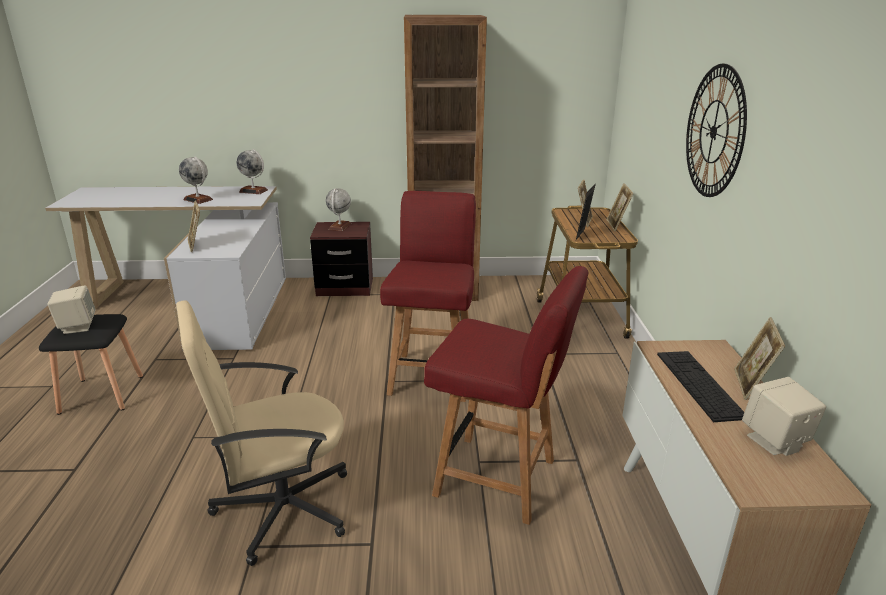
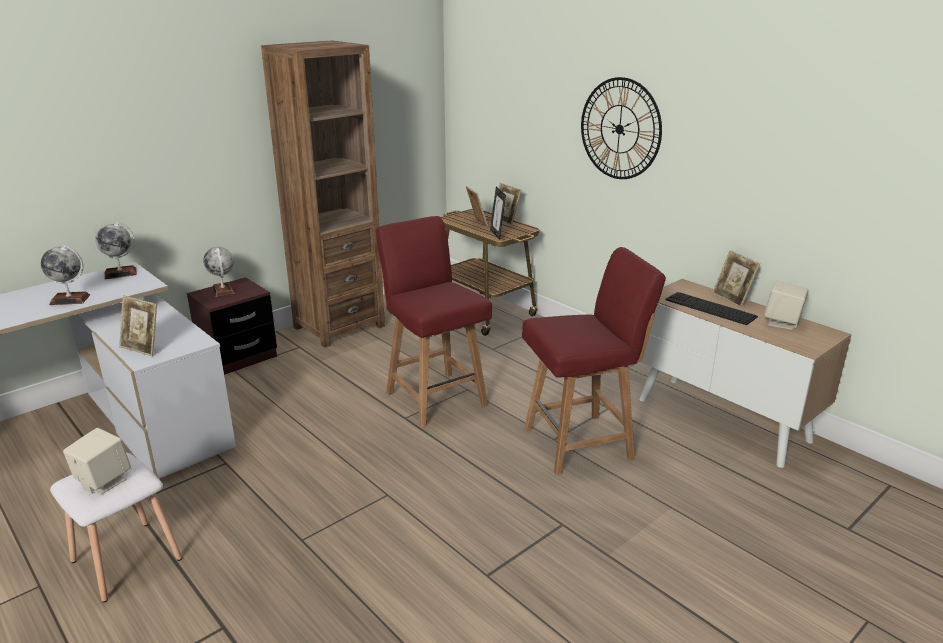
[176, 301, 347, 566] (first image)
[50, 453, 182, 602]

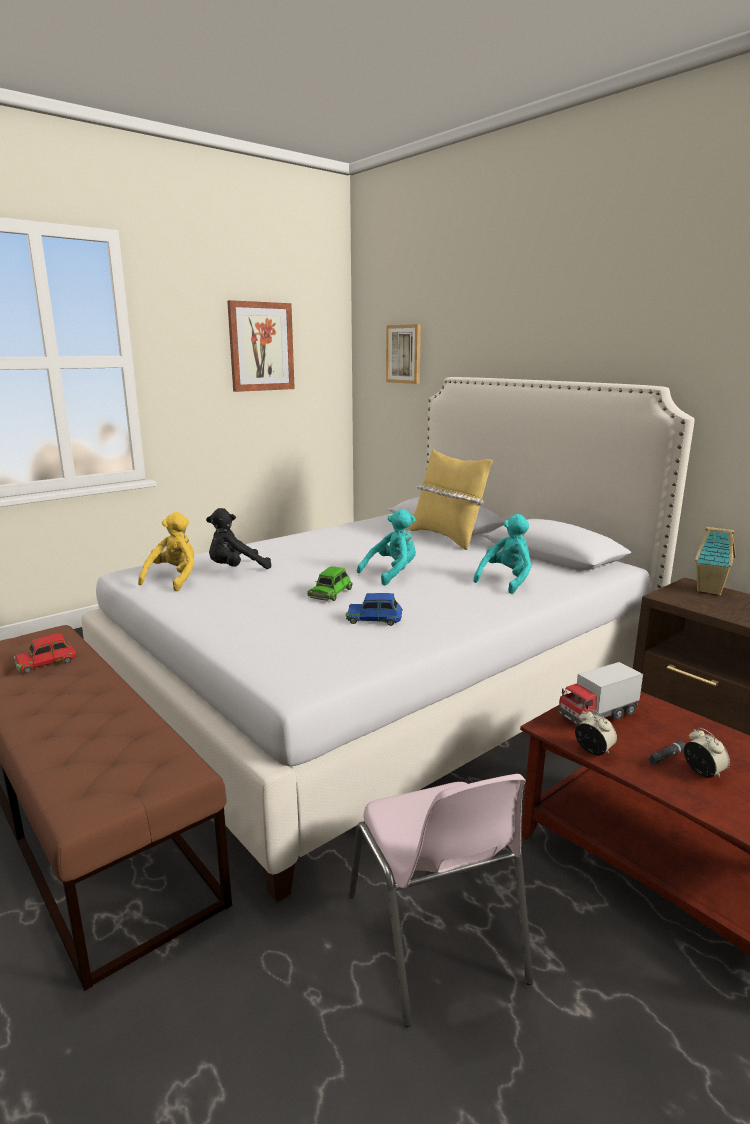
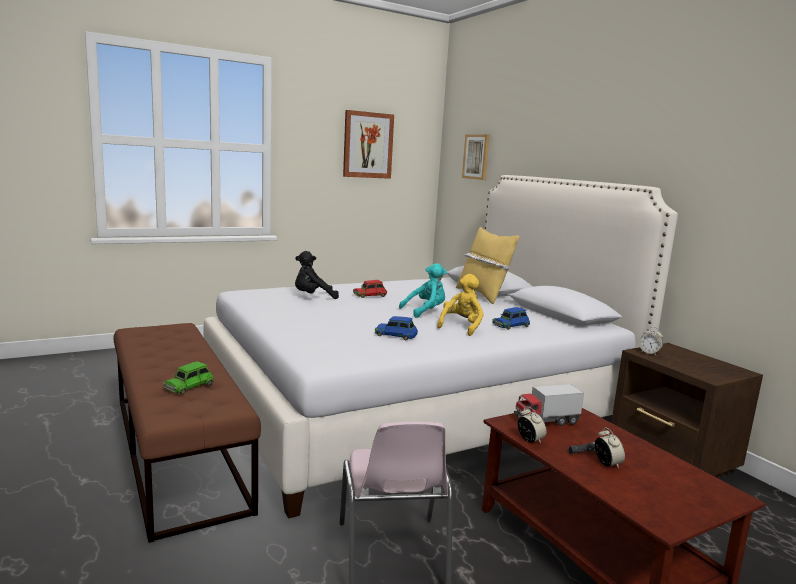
[437, 274, 483, 336]
[492, 307, 530, 330]
[695, 527, 736, 595] (first image)
[163, 361, 214, 394]
[353, 280, 387, 298]
[639, 327, 663, 355]

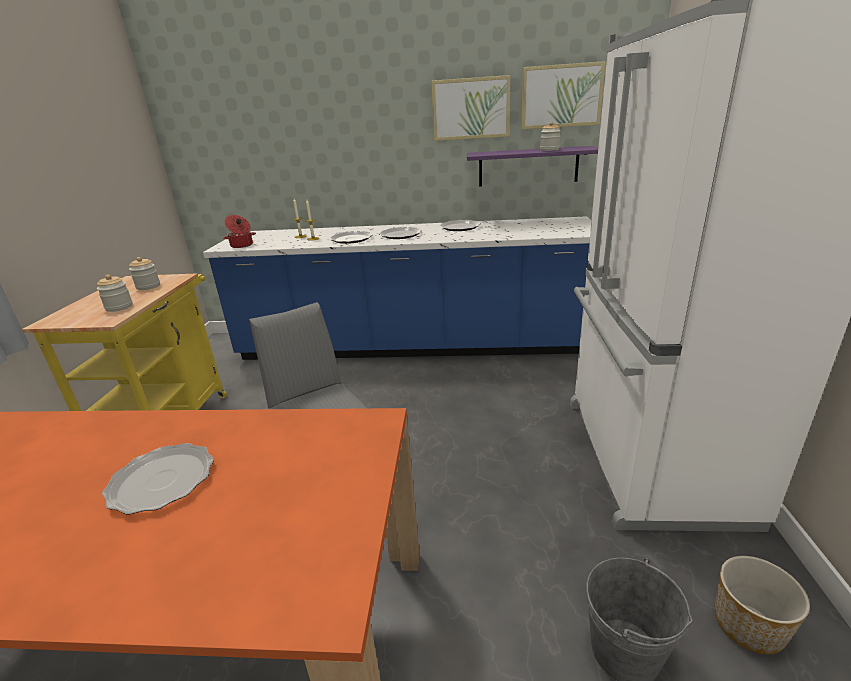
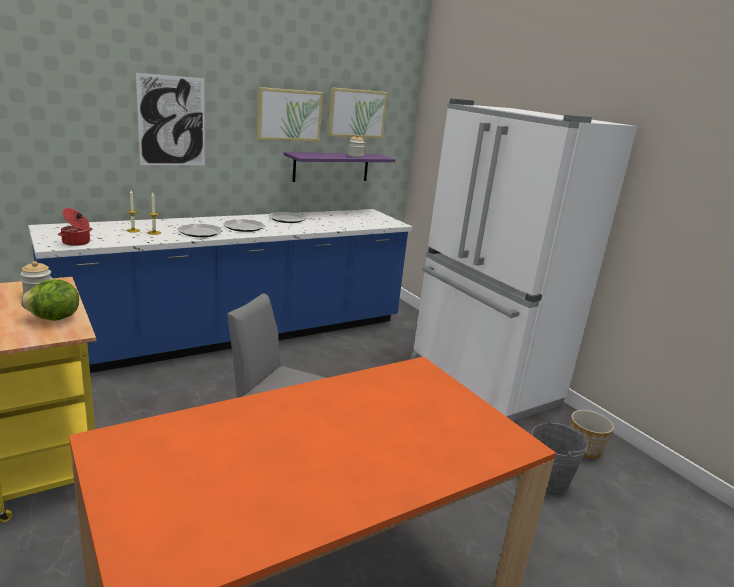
[21, 279, 79, 321]
[102, 443, 214, 514] (first image)
[136, 73, 205, 165]

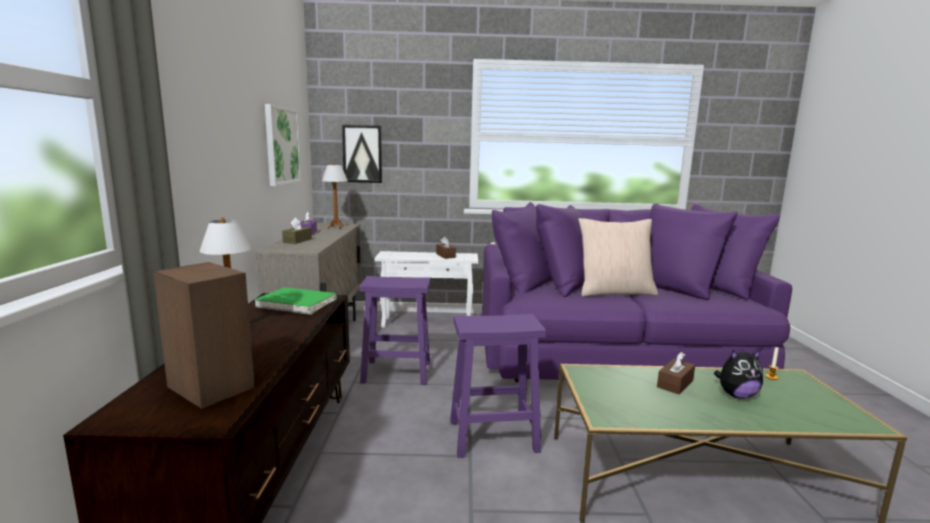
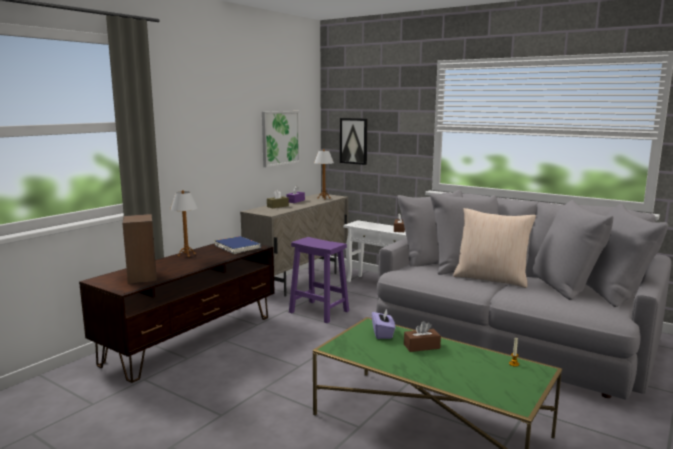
[376, 190, 672, 400]
[214, 236, 261, 254]
[450, 314, 546, 458] (first image)
[714, 350, 763, 399] (first image)
[372, 308, 395, 339]

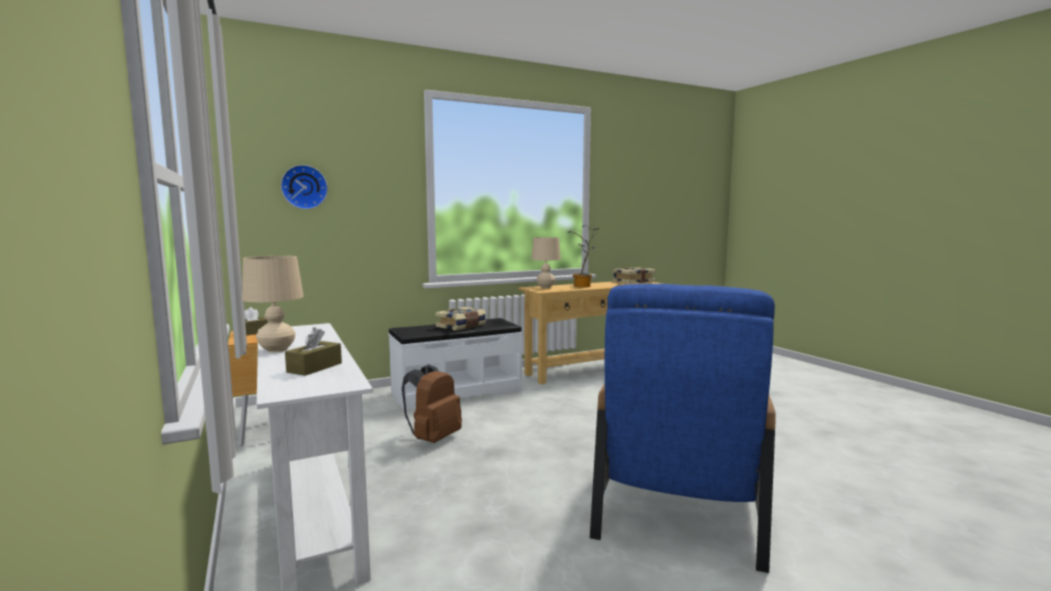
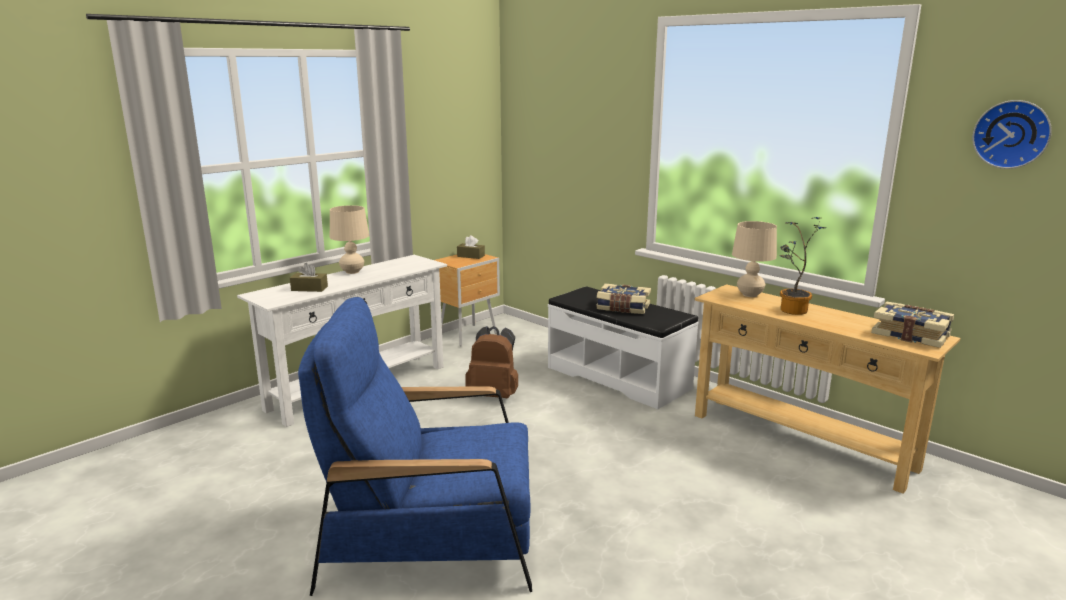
[972, 100, 1052, 169]

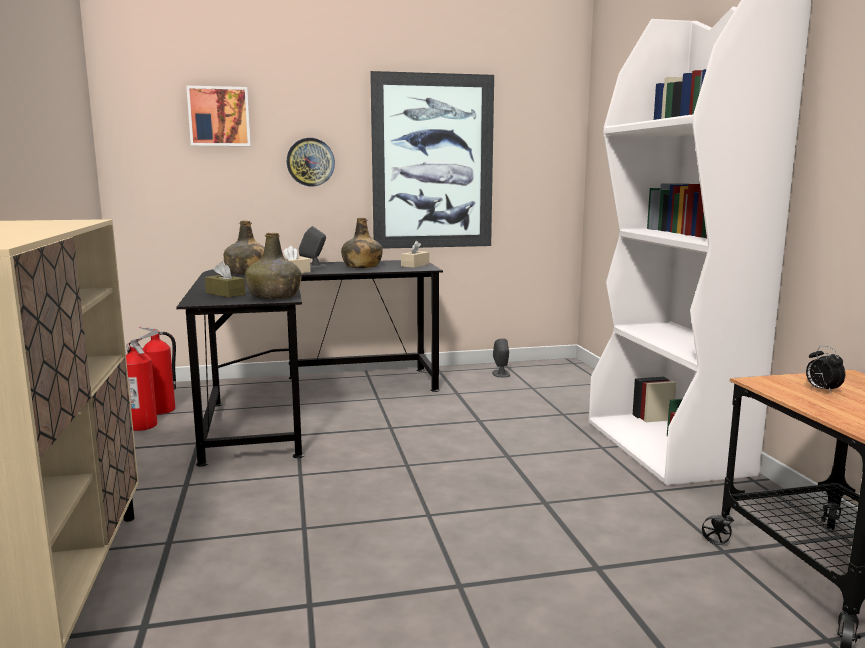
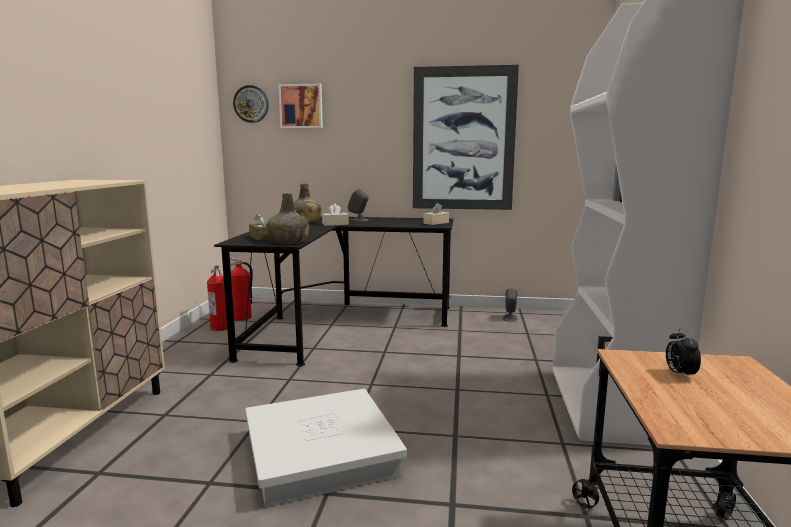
[233, 85, 269, 123]
[341, 218, 383, 268] (first image)
[246, 389, 407, 507]

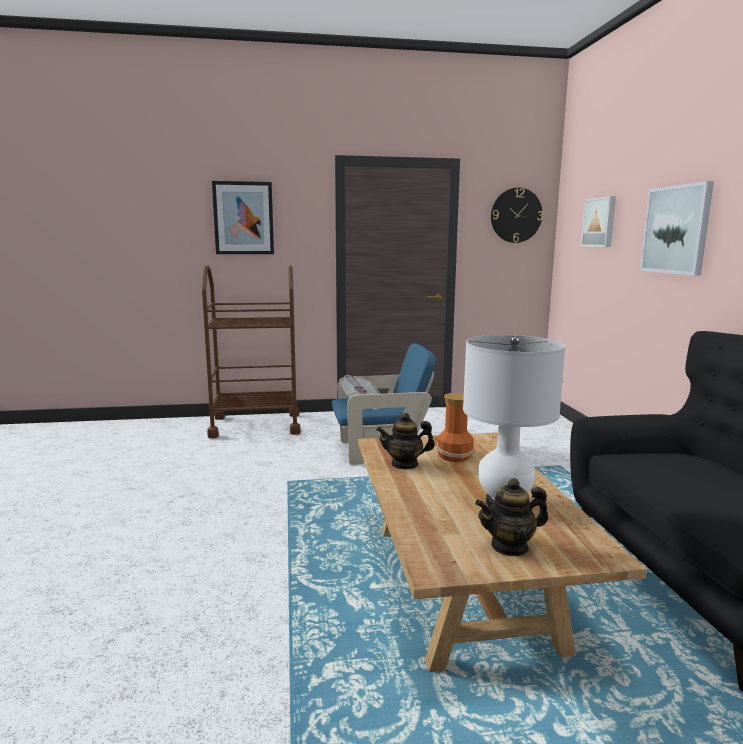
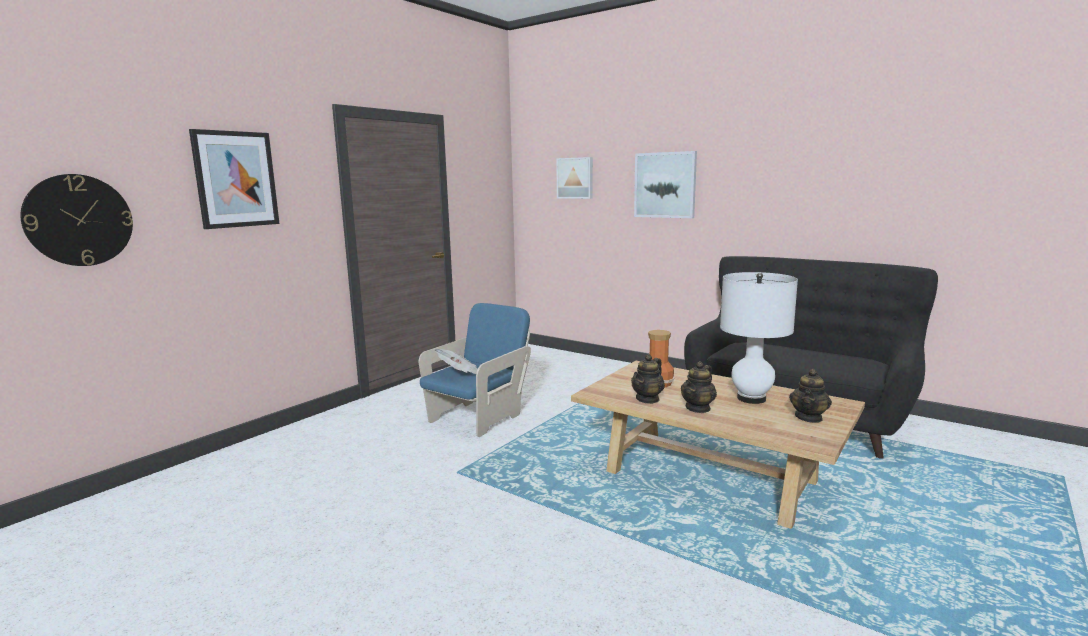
[20, 174, 133, 266]
[202, 265, 301, 438] (first image)
[681, 361, 717, 413]

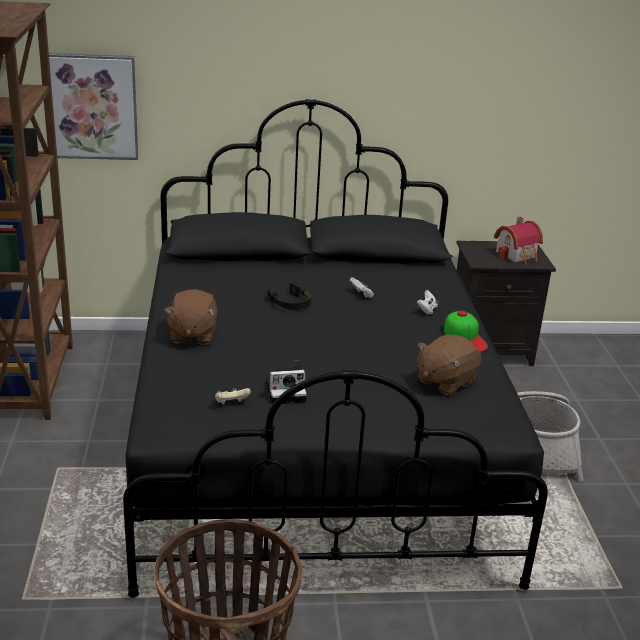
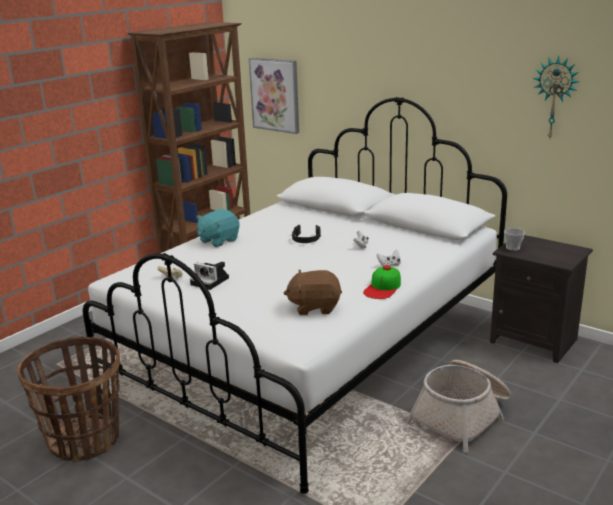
[83, 97, 507, 494]
[494, 217, 543, 264] (first image)
[196, 209, 240, 247]
[533, 56, 579, 139]
[504, 228, 525, 251]

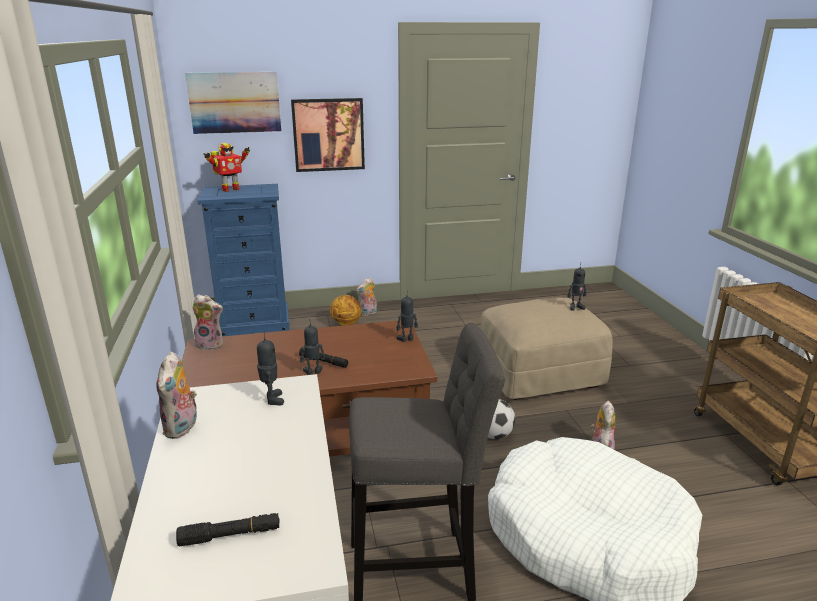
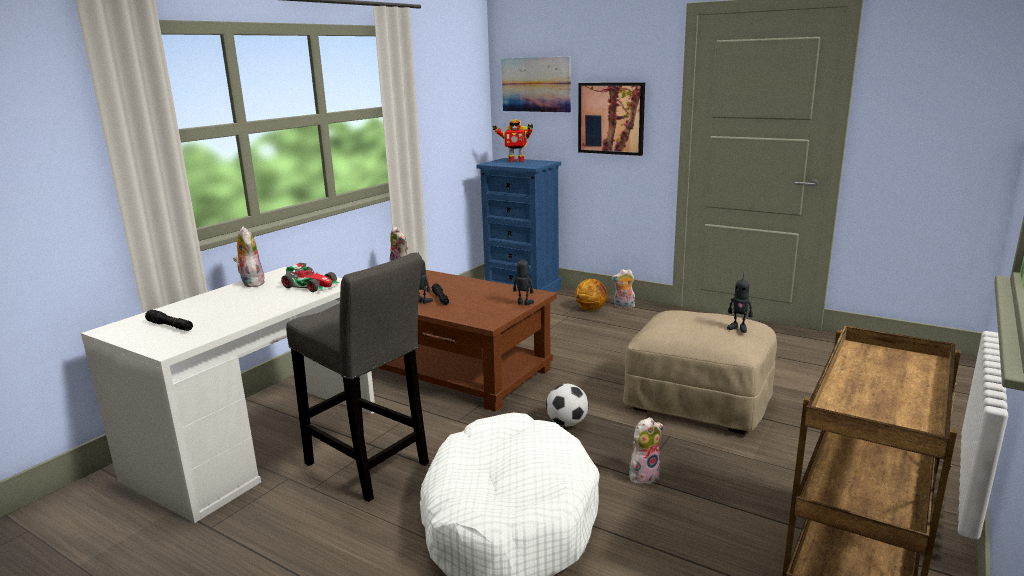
[281, 263, 340, 292]
[233, 227, 265, 287]

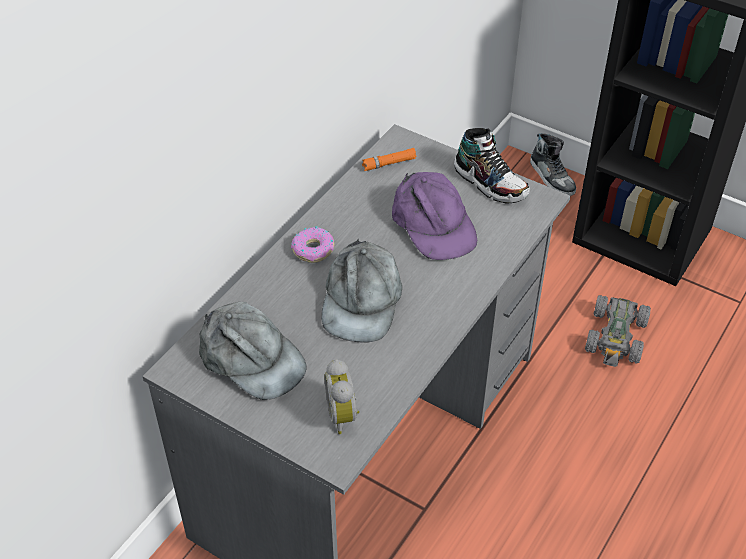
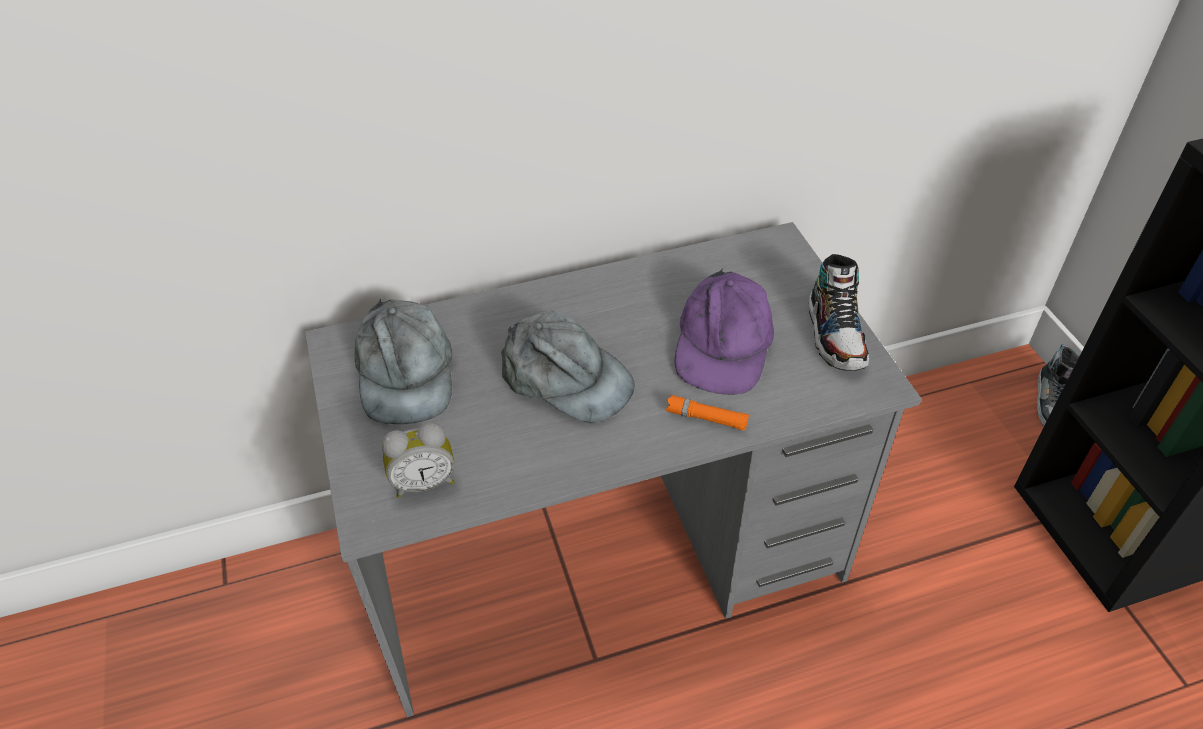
[666, 395, 749, 430]
[291, 226, 334, 263] (first image)
[501, 310, 634, 423]
[585, 295, 651, 367] (first image)
[382, 422, 454, 498]

